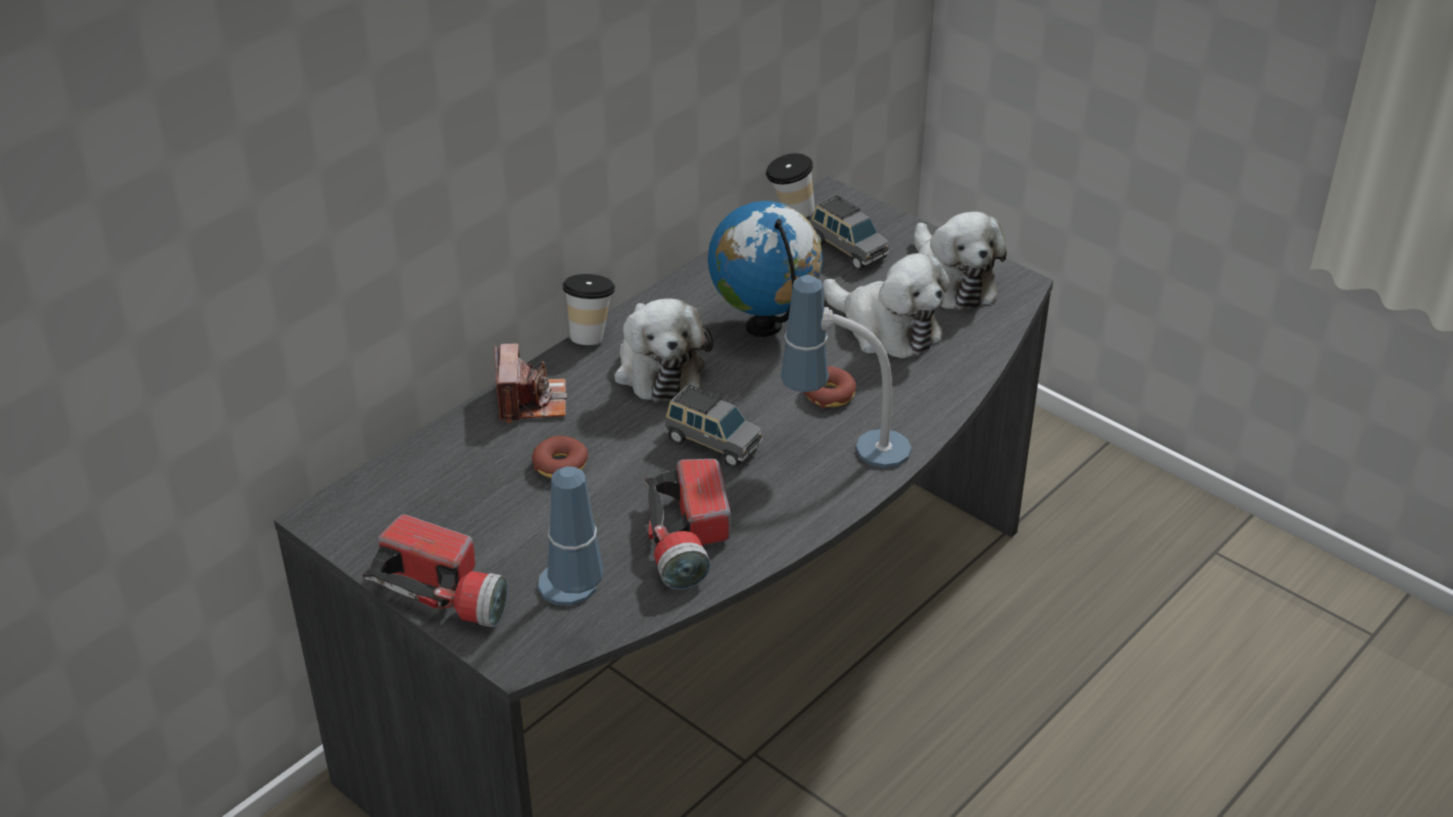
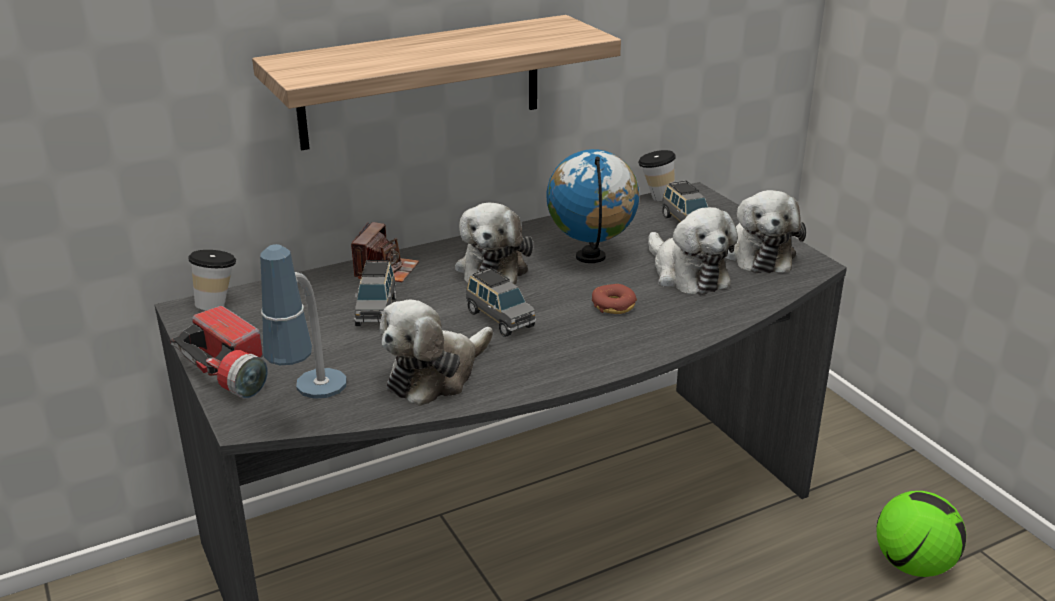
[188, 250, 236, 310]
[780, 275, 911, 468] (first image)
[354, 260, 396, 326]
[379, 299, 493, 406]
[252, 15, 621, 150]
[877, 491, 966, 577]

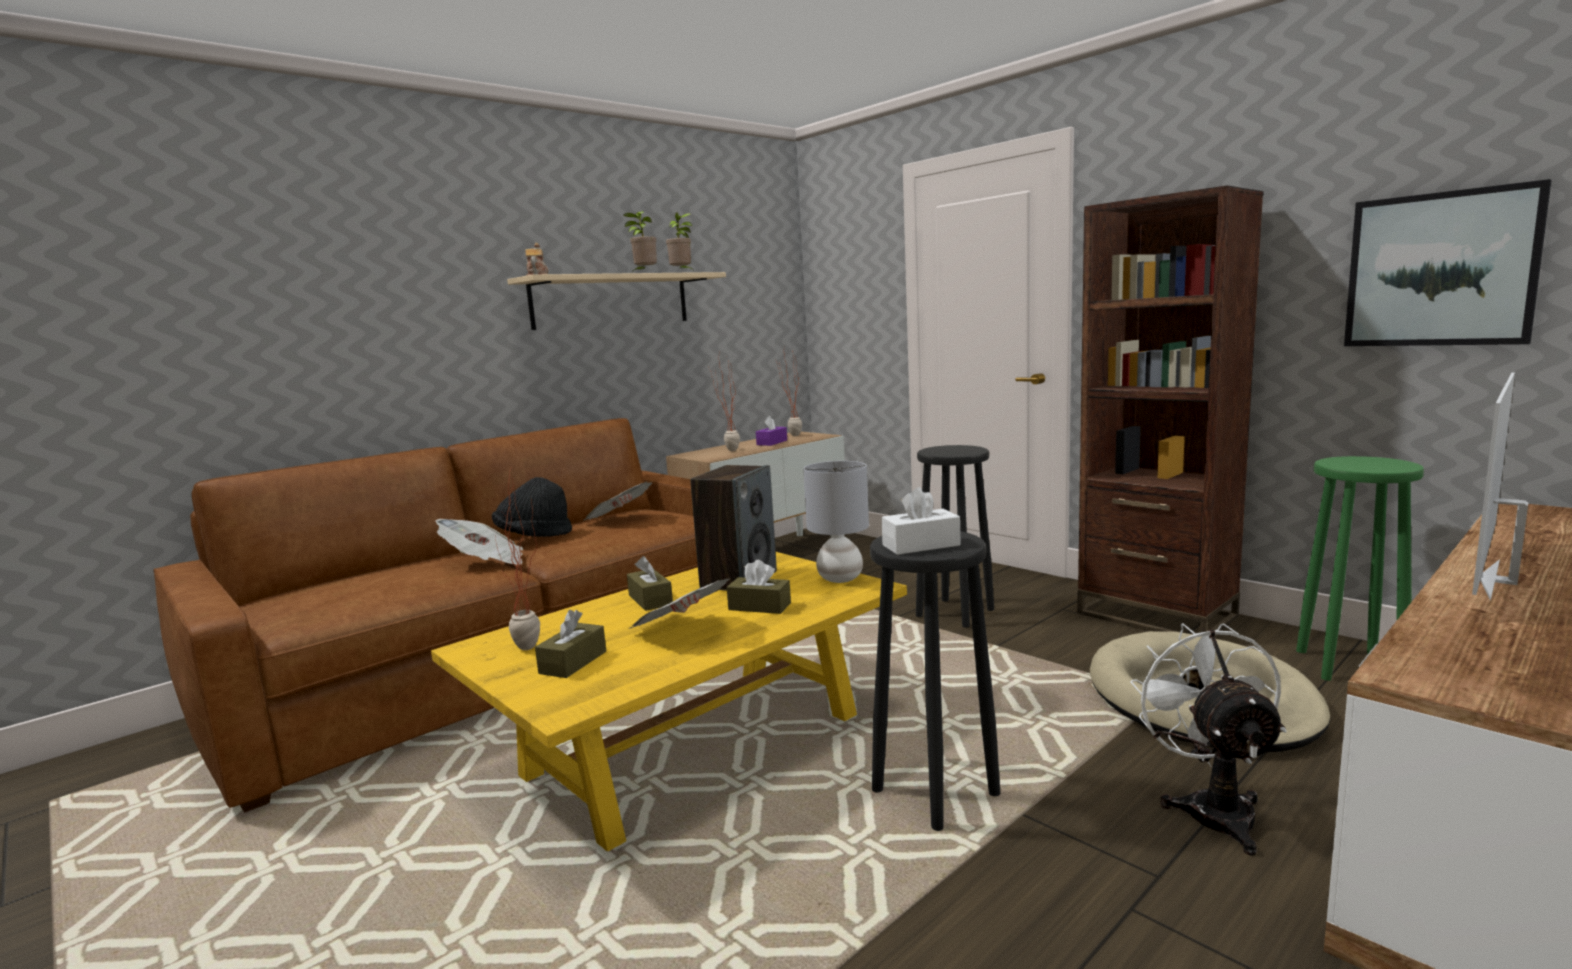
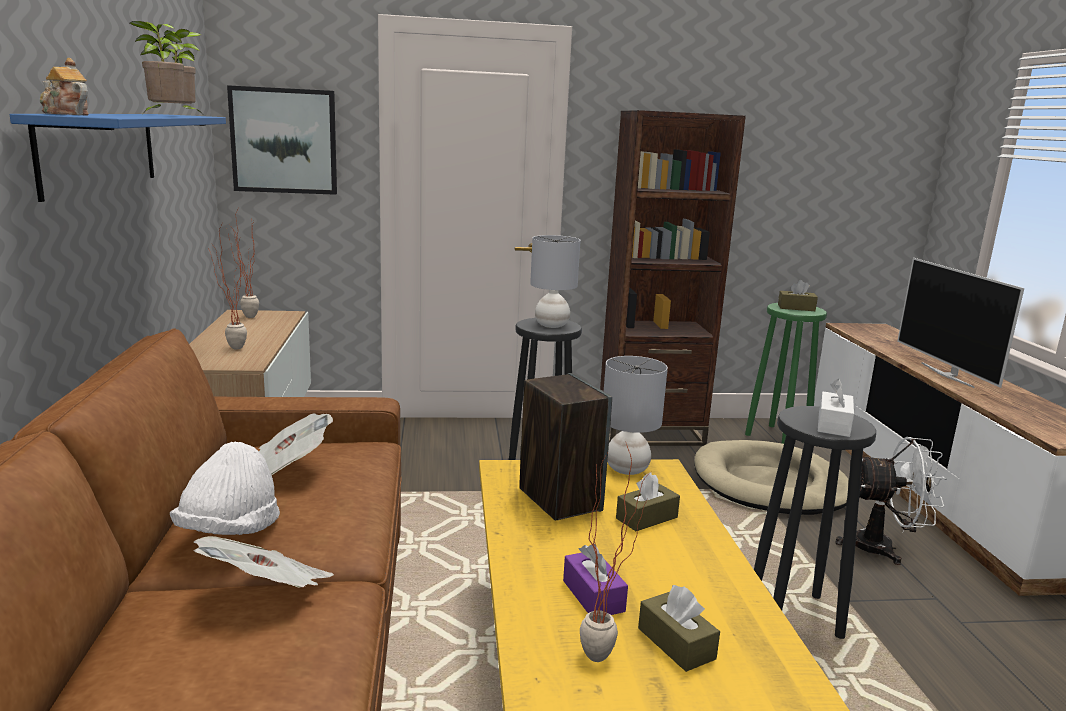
[227, 85, 337, 195]
[10, 114, 226, 202]
[563, 544, 628, 615]
[170, 442, 280, 535]
[778, 280, 818, 311]
[628, 579, 730, 629] (first image)
[835, 437, 947, 565]
[530, 235, 581, 328]

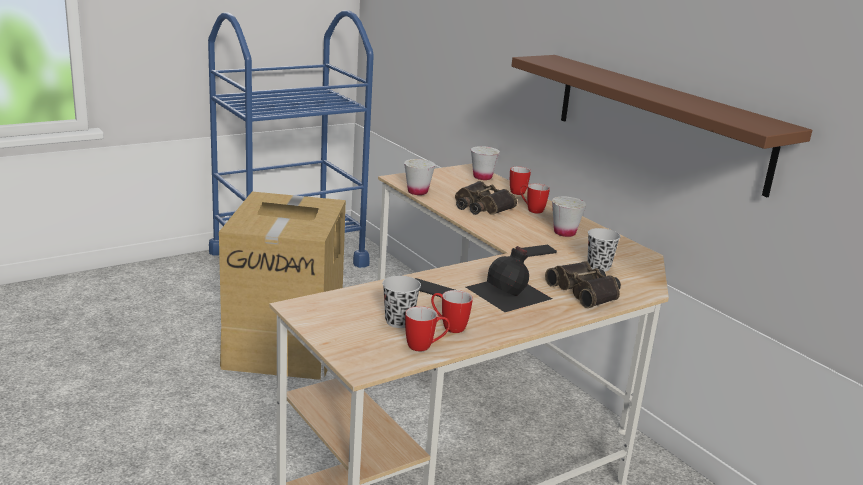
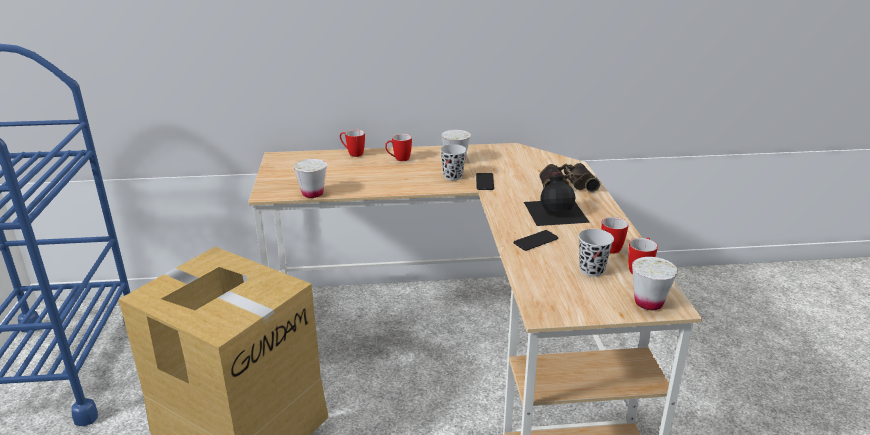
[512, 55, 812, 197] (first image)
[632, 257, 678, 310]
[455, 181, 517, 215] (first image)
[440, 144, 467, 180]

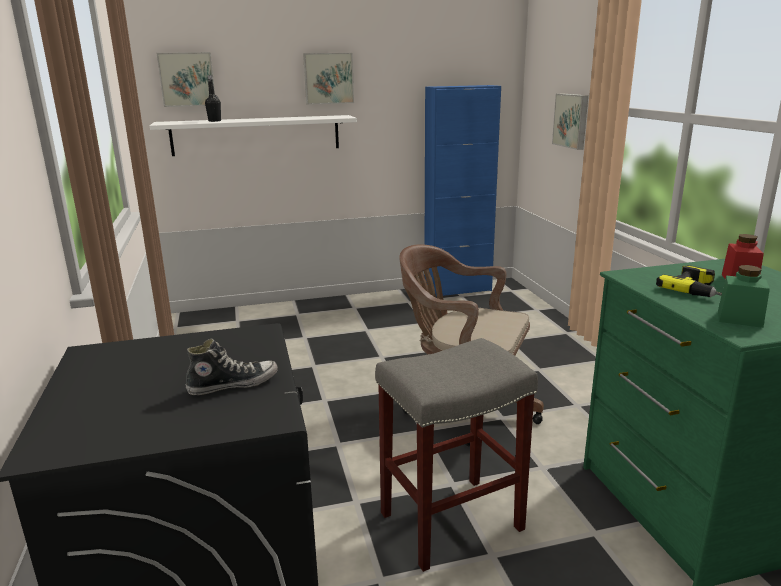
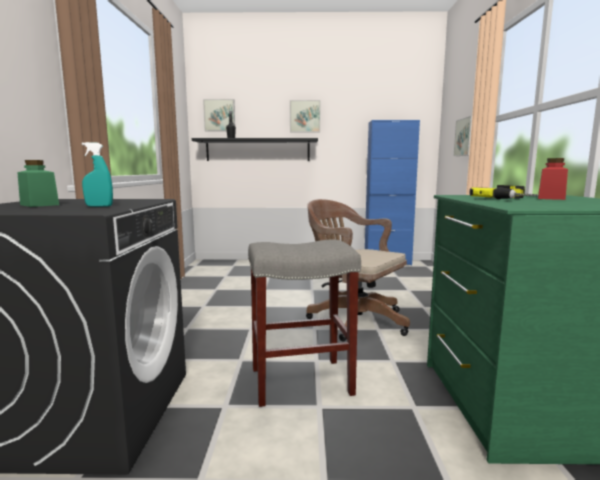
[192, 138, 318, 161]
[17, 160, 59, 207]
[82, 142, 113, 207]

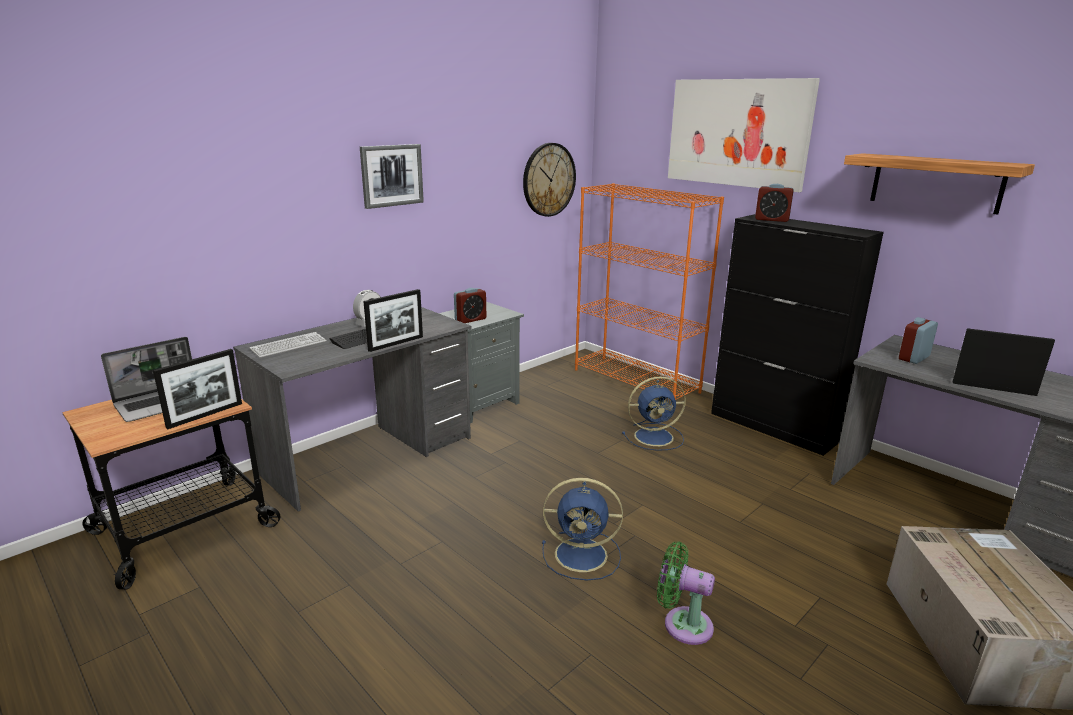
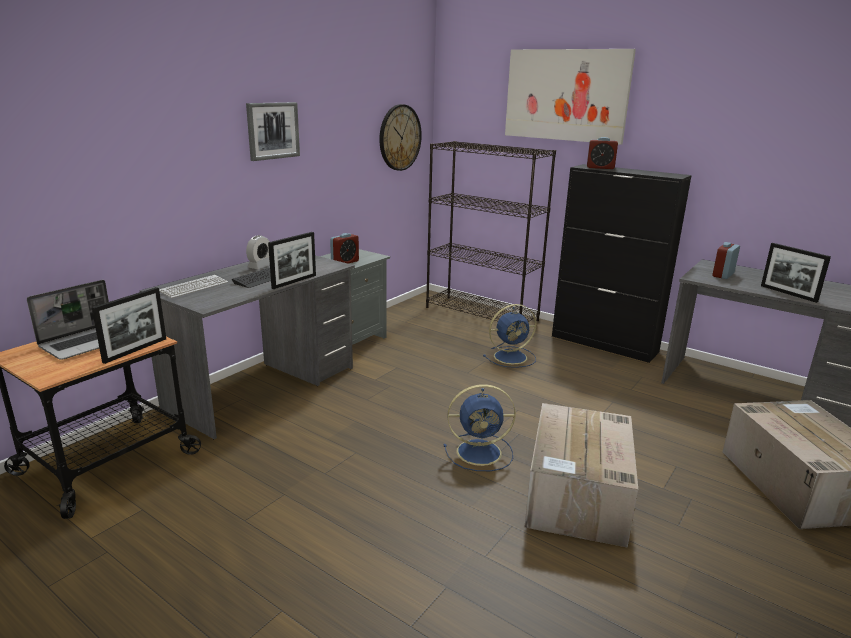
[844, 153, 1035, 215] (first image)
[426, 141, 556, 322]
[761, 243, 831, 303]
[525, 403, 638, 548]

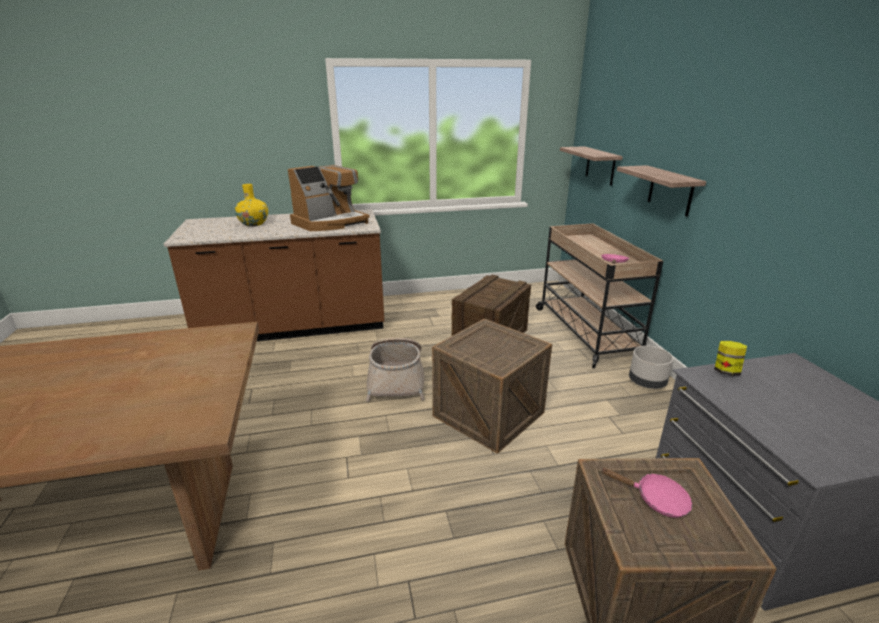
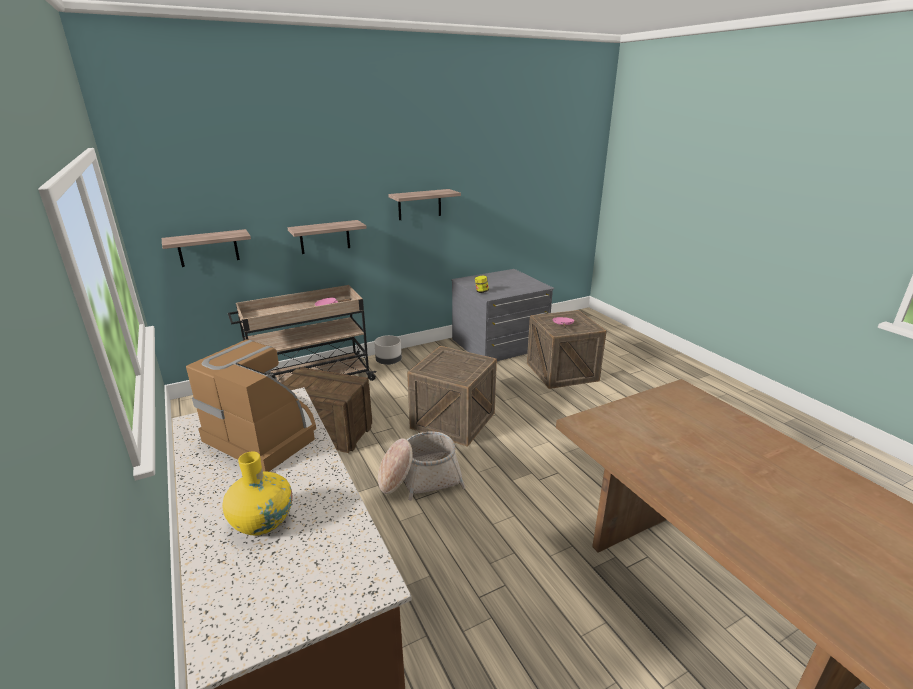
[388, 189, 461, 220]

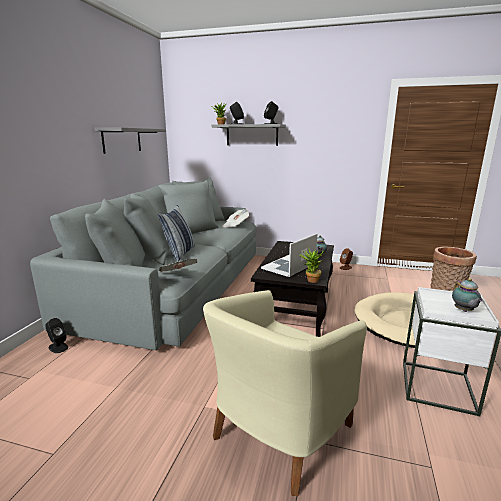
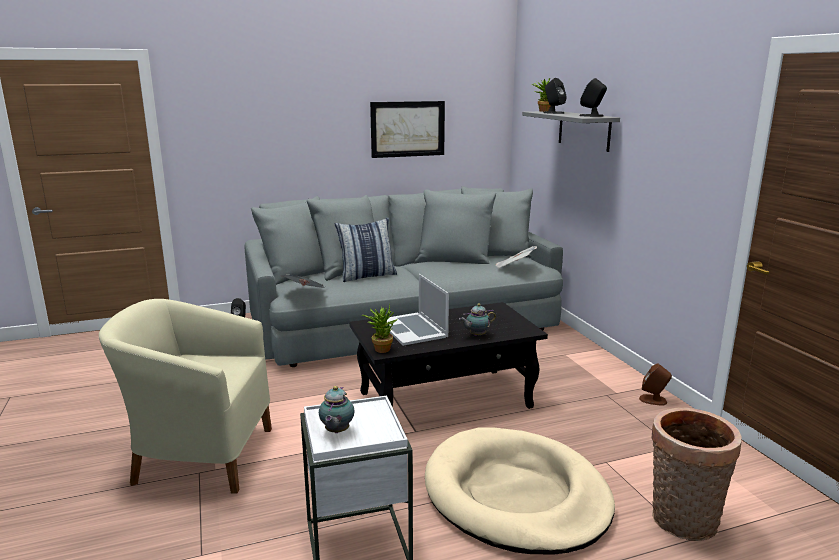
[370, 101, 445, 158]
[386, 274, 449, 346]
[319, 386, 355, 433]

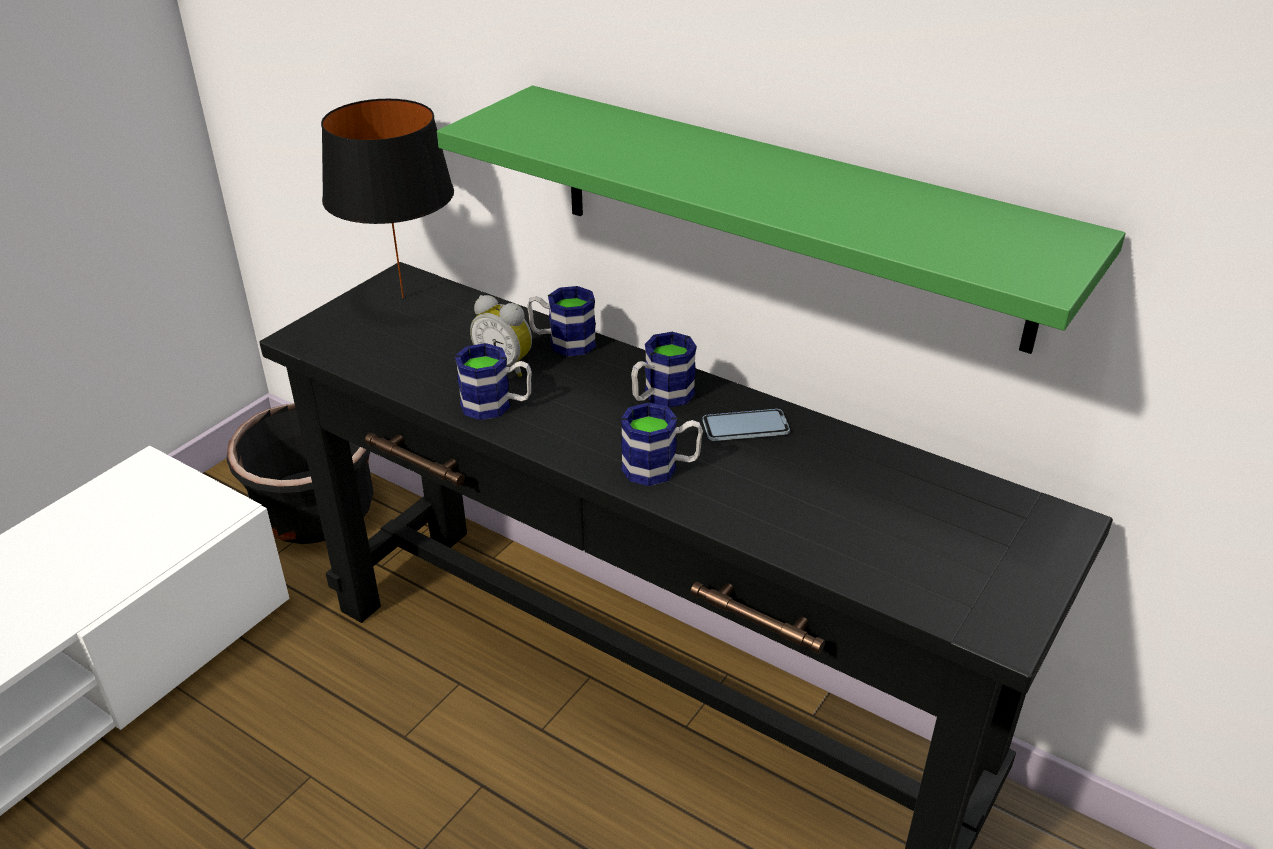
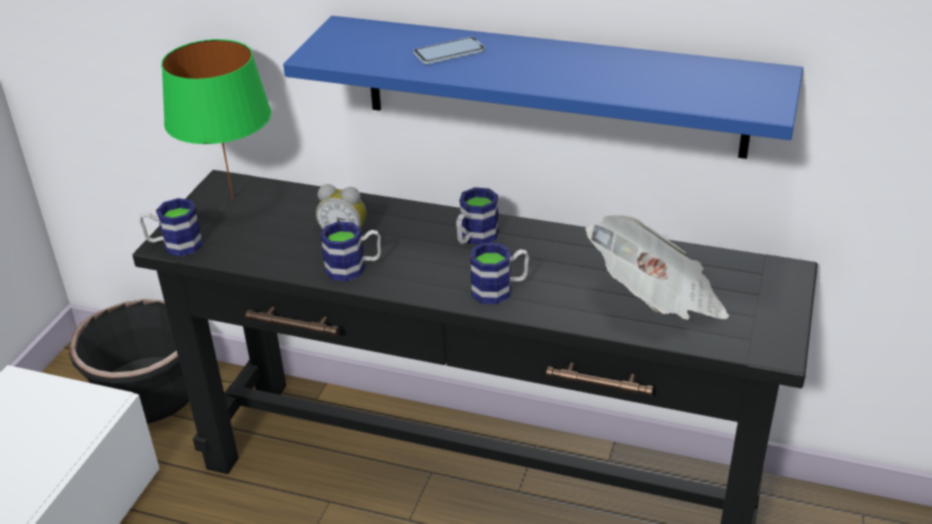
[283, 16, 803, 159]
[161, 39, 271, 199]
[140, 198, 203, 256]
[413, 37, 485, 64]
[585, 215, 730, 320]

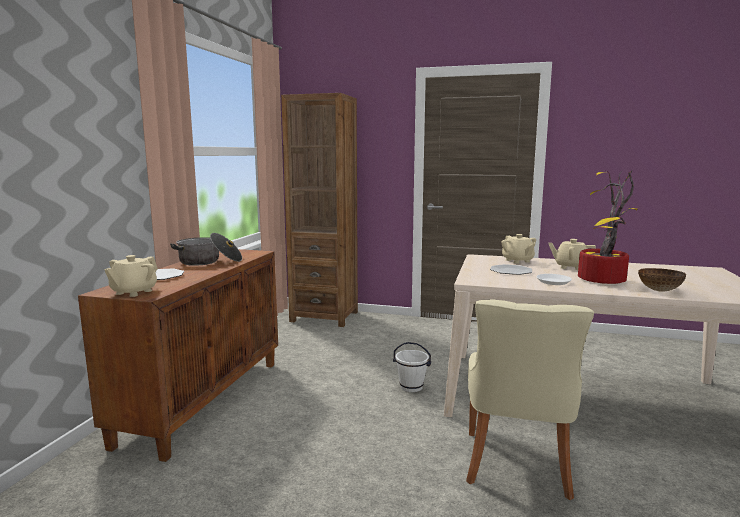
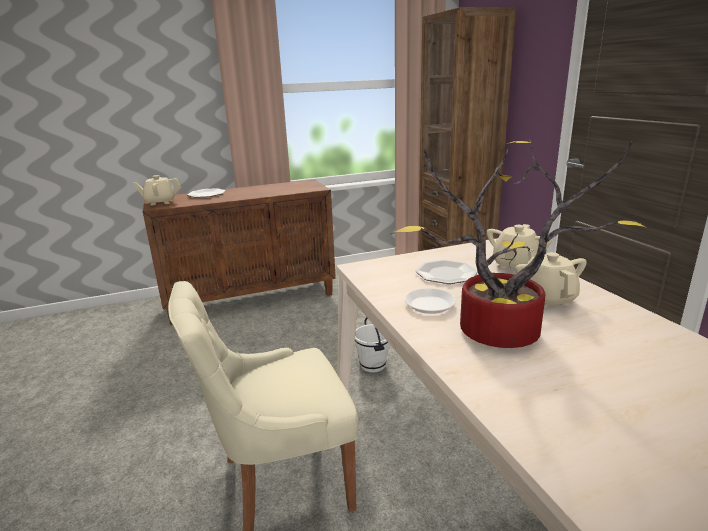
[170, 233, 242, 266] (first image)
[638, 268, 686, 292] (first image)

